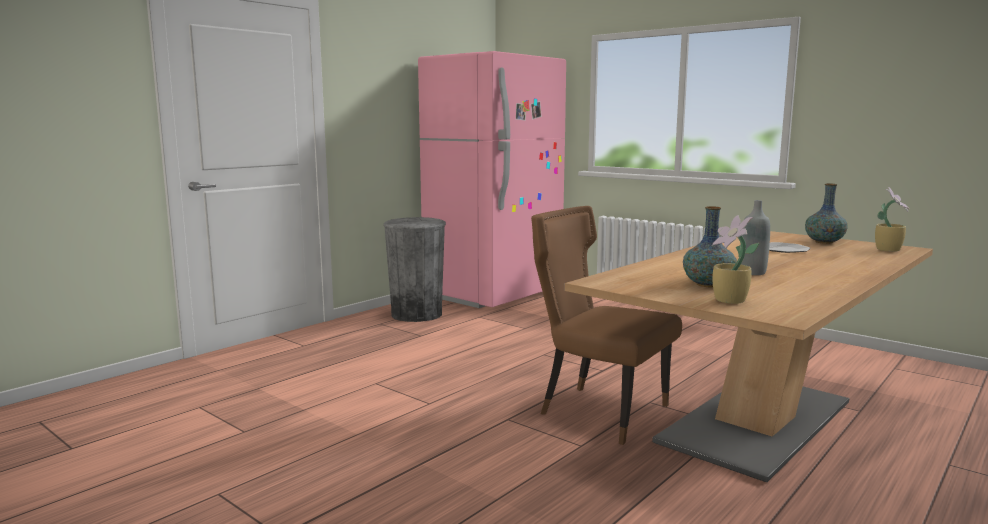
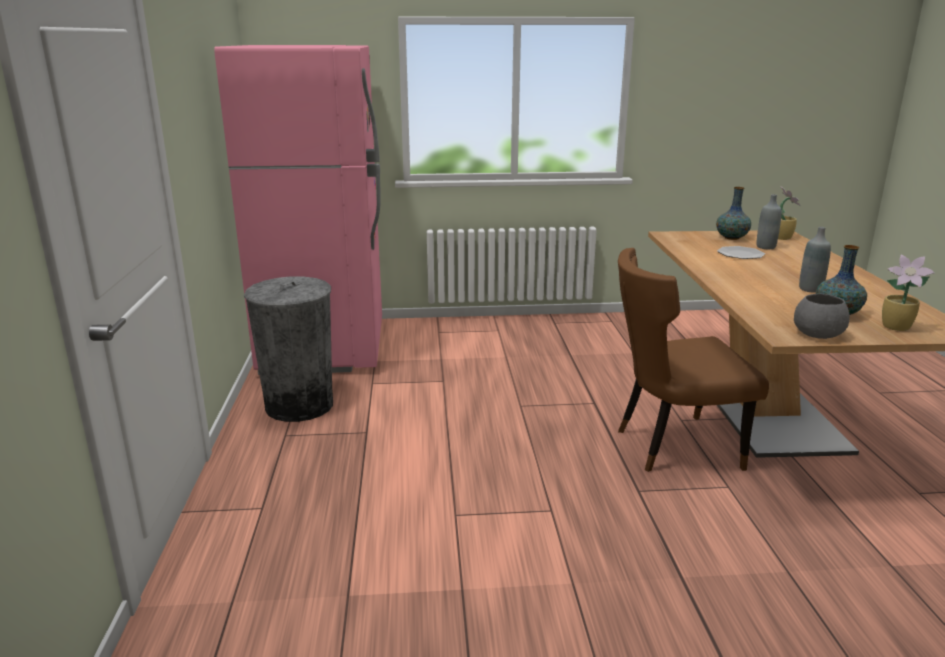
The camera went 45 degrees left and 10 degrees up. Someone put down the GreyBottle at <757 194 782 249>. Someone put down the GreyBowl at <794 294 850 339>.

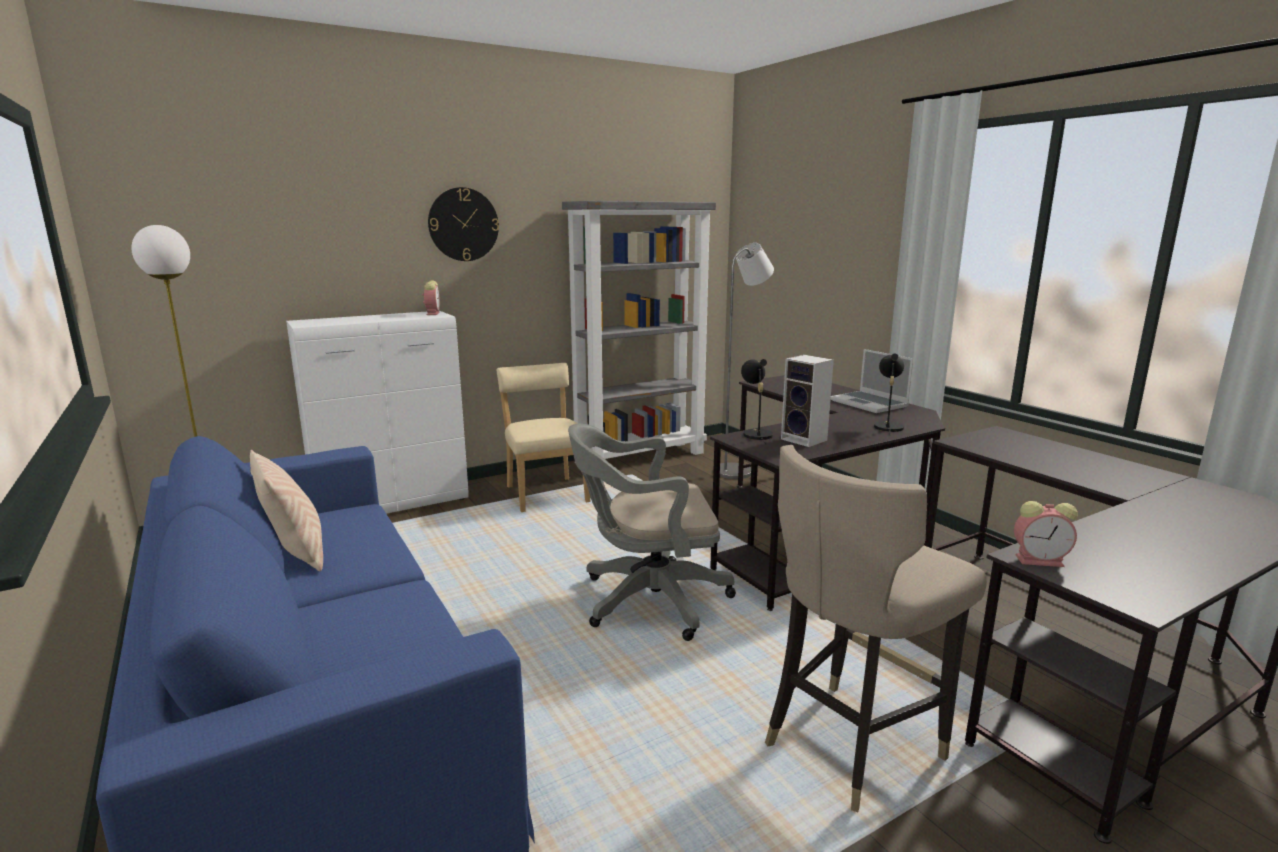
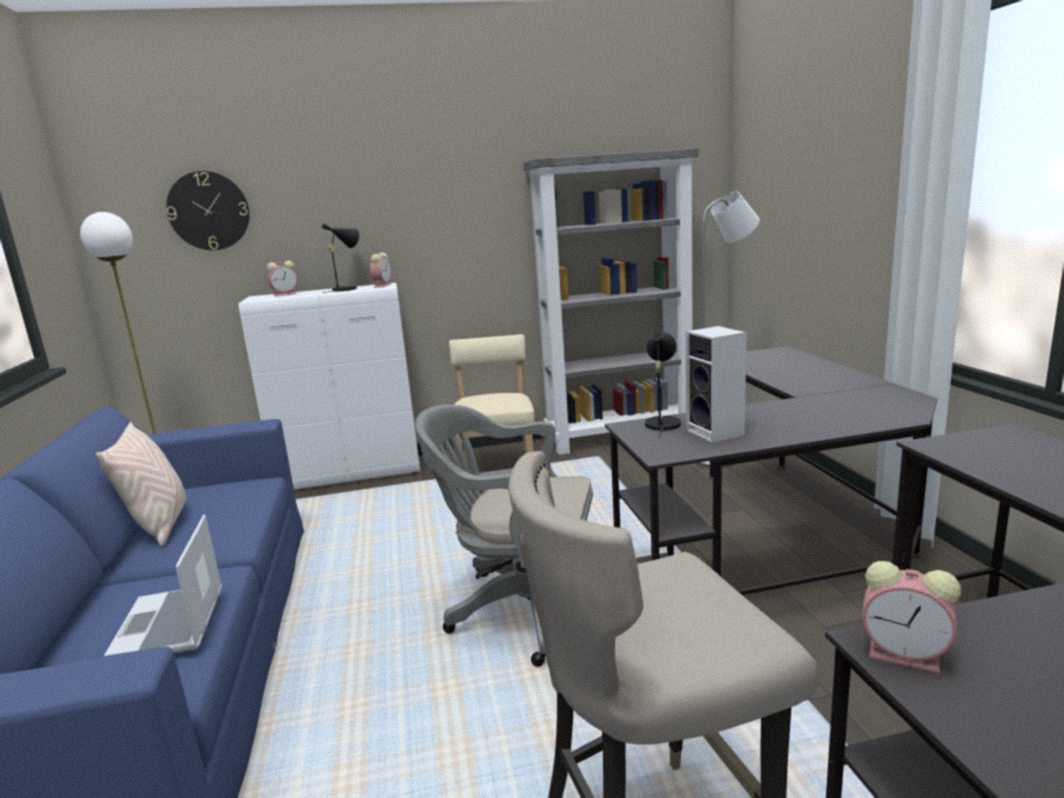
The camera went 20 degrees right and 0 degrees up. Someone carried the WallClock from <428 187 499 261> to <166 171 250 250>. Someone carried the Laptop from <831 349 913 413> to <104 515 222 656>. Someone carried the BlackTableLamp from <874 353 904 436> to <322 223 359 293>. Someone put down the AlarmClock at <267 261 297 297>.

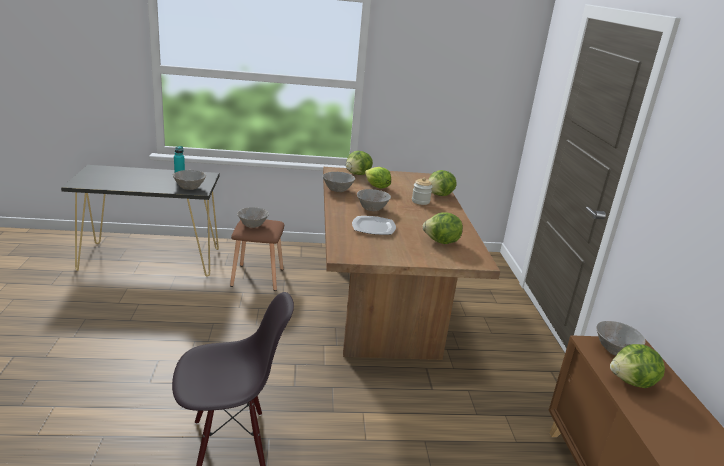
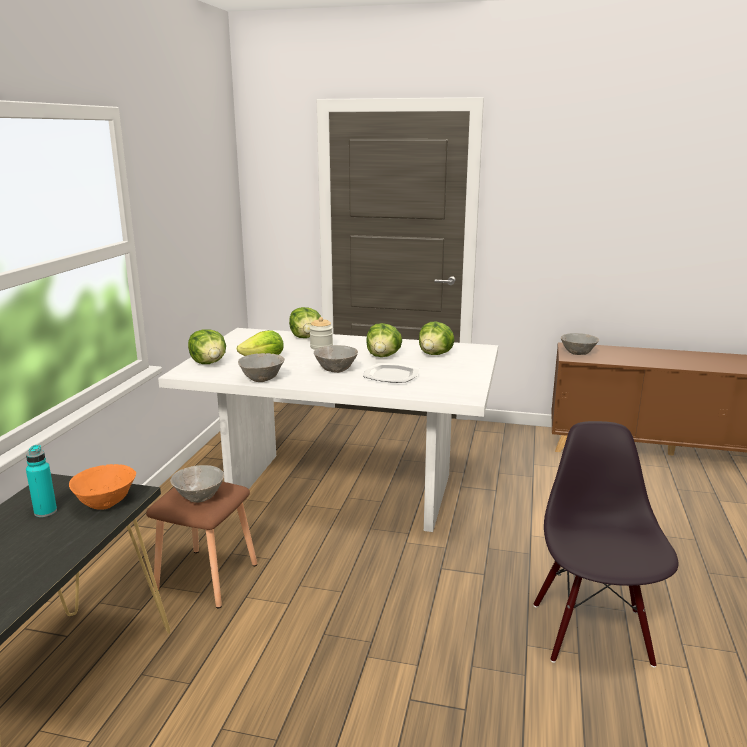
The camera went 70 degrees left and 5 degrees down. Someone repainted the GreyBowl at <173 170 206 190>, which became the OrangeBowl at <69 464 136 510>. Someone repainted the BrownDiningTable at <323 167 500 360>, which became the WhiteDiningTable at <158 328 498 532>. Someone carried the Lettuce from <610 344 665 388> to <366 323 402 357>.

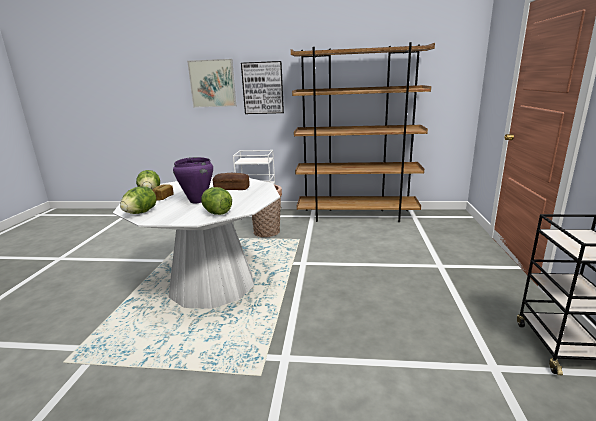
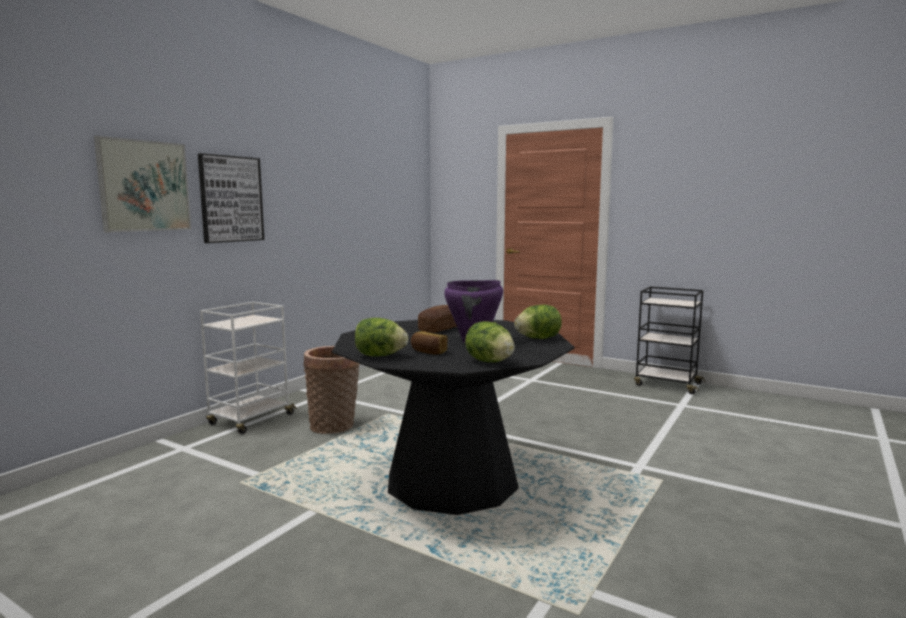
The camera went 65 degrees left and 10 degrees down. Someone repainted the WhiteDiningTable at <113 177 280 309>, which became the BlackDiningTable at <332 320 575 515>. Someone took away the BrownBookcase at <291 42 435 222>.

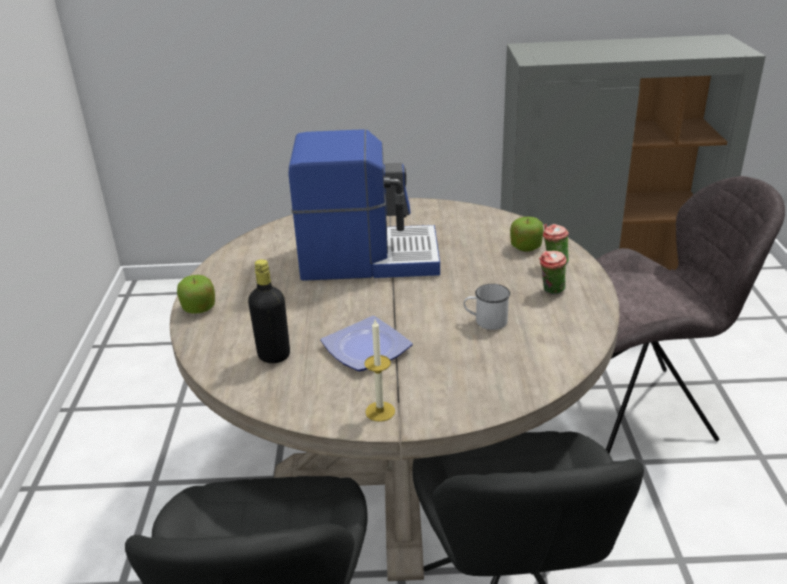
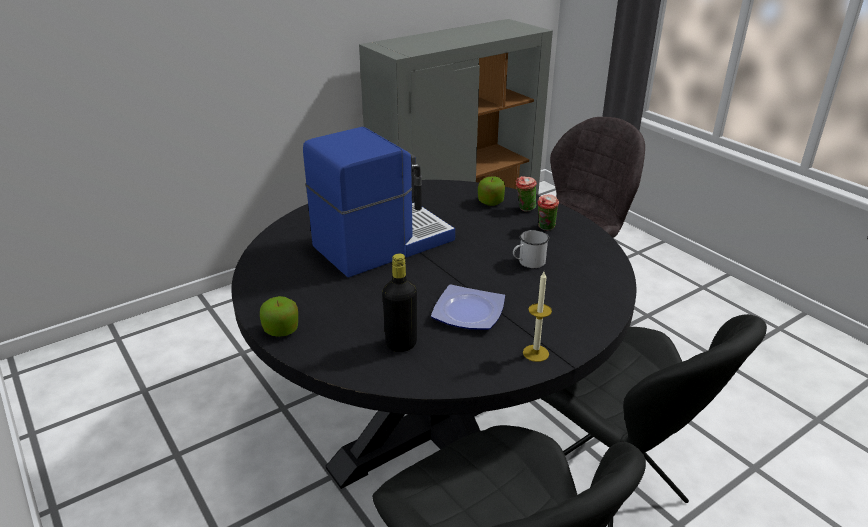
The camera went 35 degrees left and 0 degrees up. Someone repainted the BeigeDiningTable at <170 198 620 581>, which became the BlackDiningTable at <231 180 636 489>.

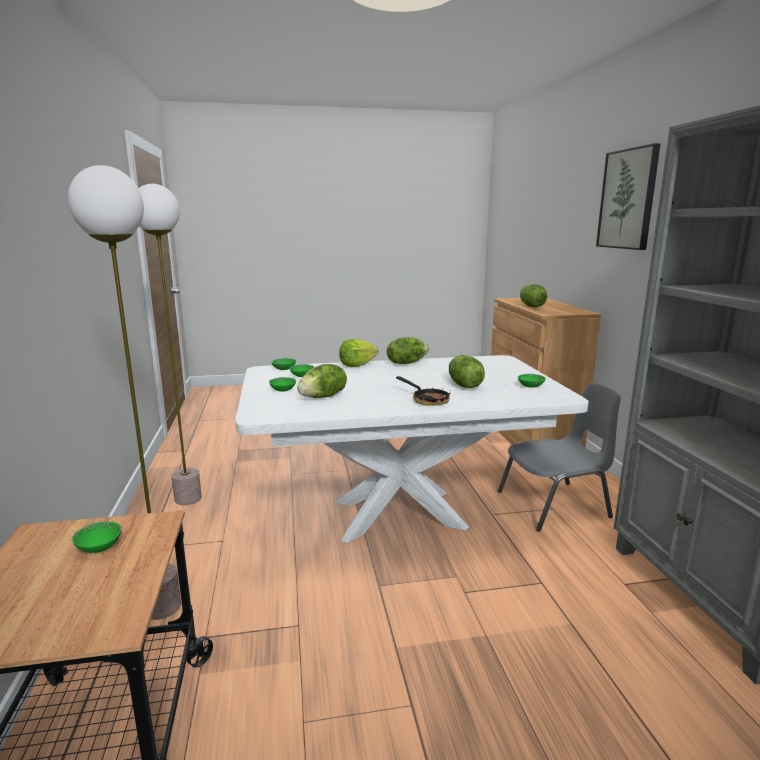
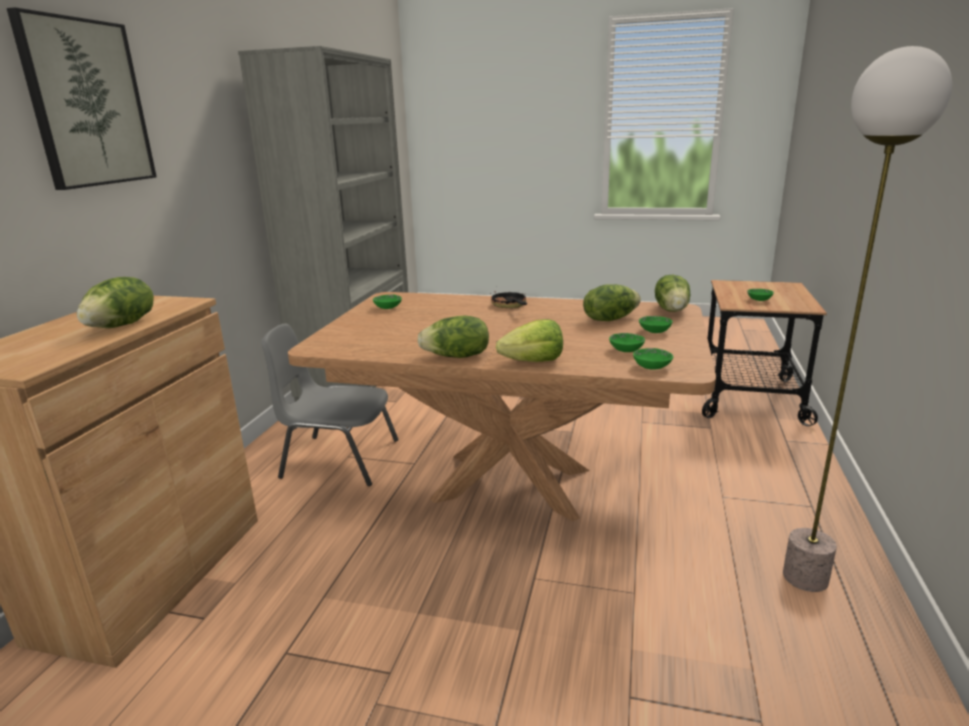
The camera went 155 degrees left and 5 degrees up. Someone took away the FloorLamp at <68 165 181 620>. Someone repainted the WhiteDiningTable at <235 355 589 543>, which became the BrownDiningTable at <288 292 716 521>. Someone carried the Lettuce from <449 355 485 388> to <655 274 691 312>.

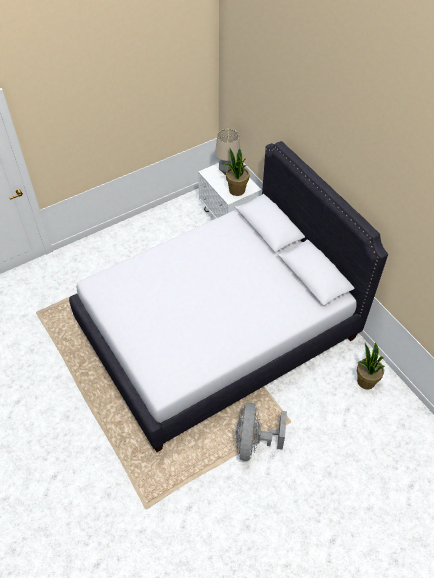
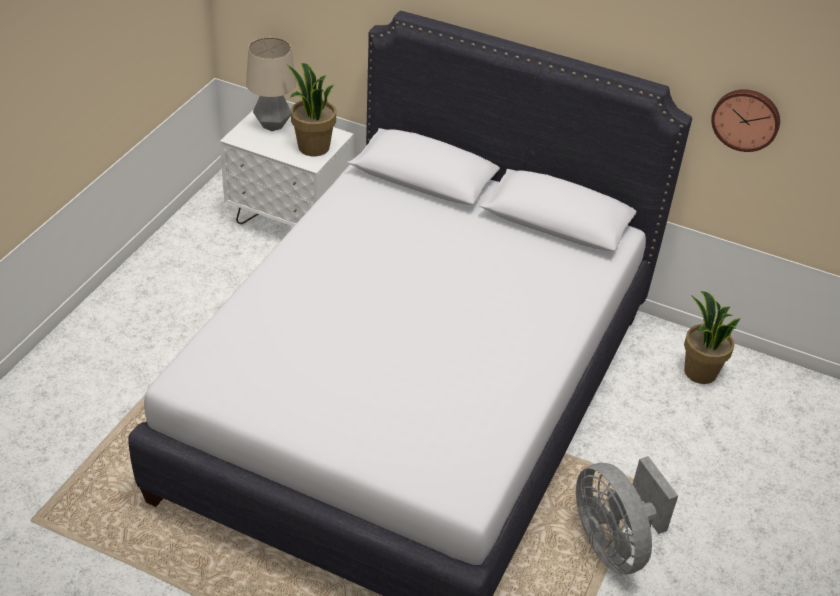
The camera went 35 degrees left and 10 degrees down. Someone put up the WallClock at <711 89 780 152>.

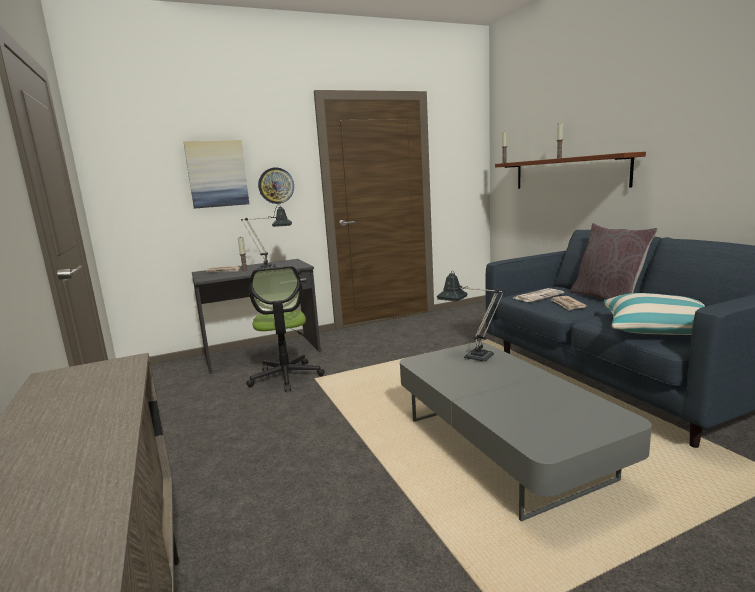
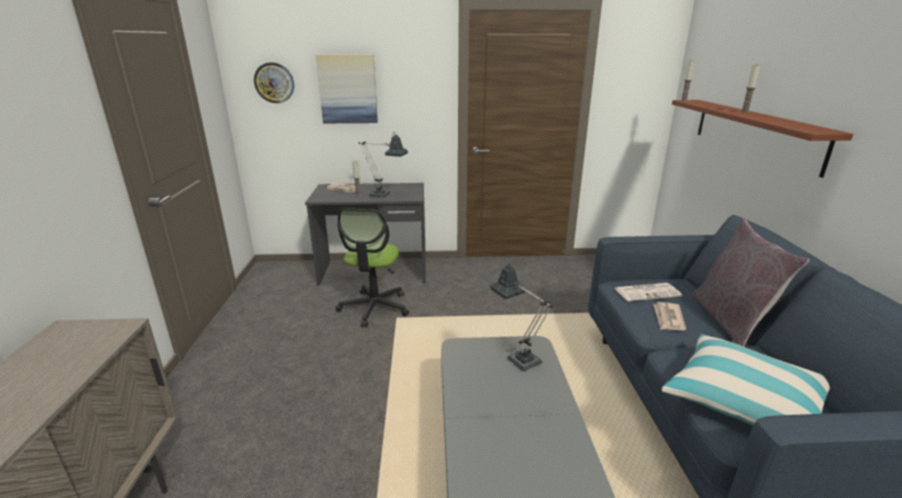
The camera went 20 degrees right and 10 degrees up. Someone carried the WallClock from <258 167 294 204> to <254 62 294 103>.

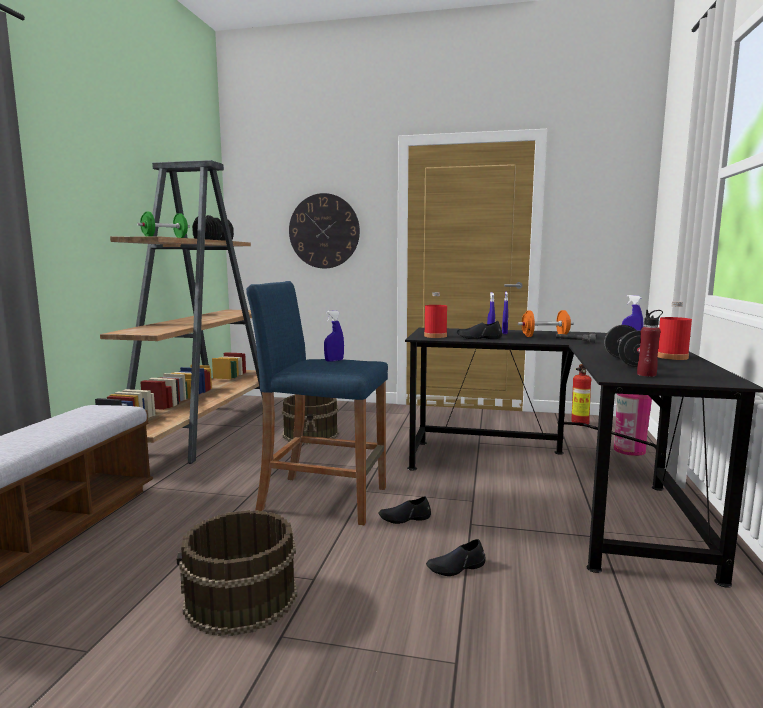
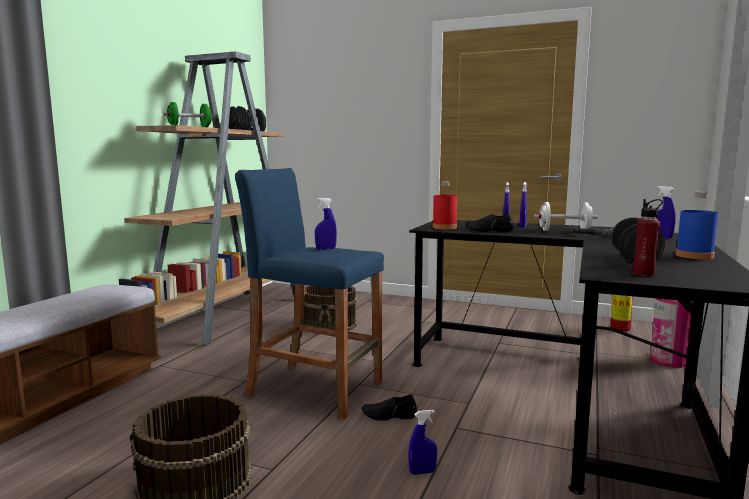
The camera went 10 degrees right and 0 degrees up. Someone took away the WallClock at <289 193 360 268>. Someone swapped the BlackShoe at <426 539 485 576> for the BlueSprayBottle at <408 410 437 475>. Someone repainted the OrangeDumbbell at <518 310 574 337>, which became the WhiteDumbbell at <534 202 598 231>. Someone repainted the RedBottle at <658 301 692 360>, which became the BlueBottle at <675 192 718 259>.

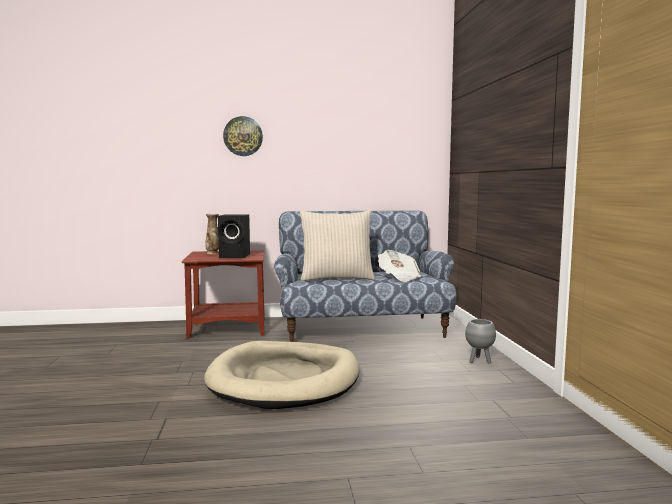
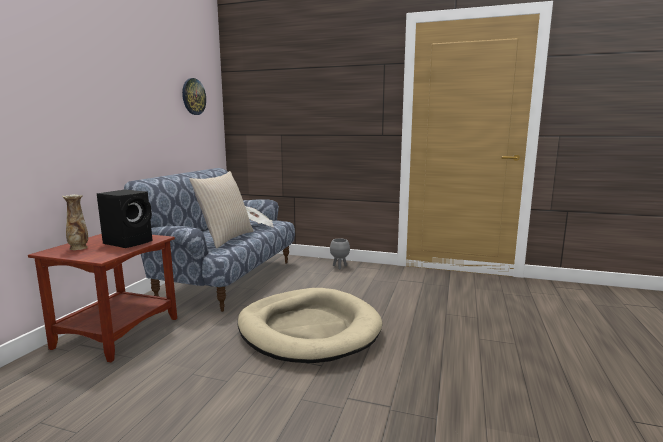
The camera went 65 degrees left and 5 degrees up. Someone carried the WallClock from <223 116 263 156> to <182 78 206 115>.

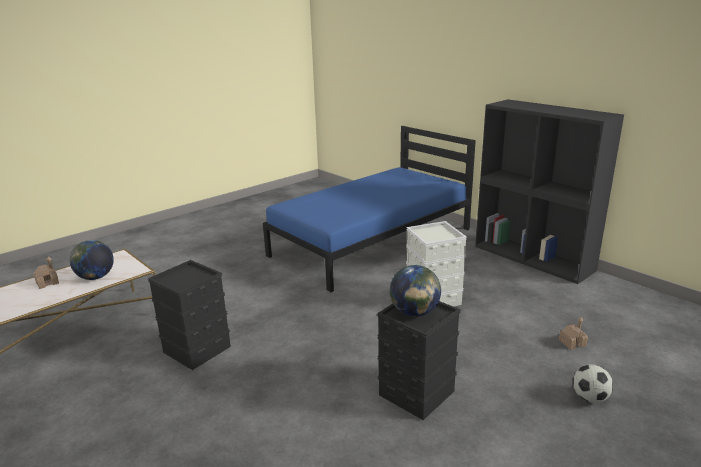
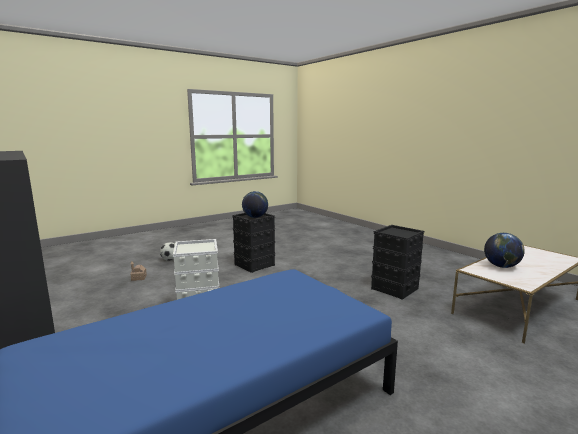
The camera went 175 degrees left and 10 degrees down. Someone took away the ToyHouse at <34 257 59 289>.

